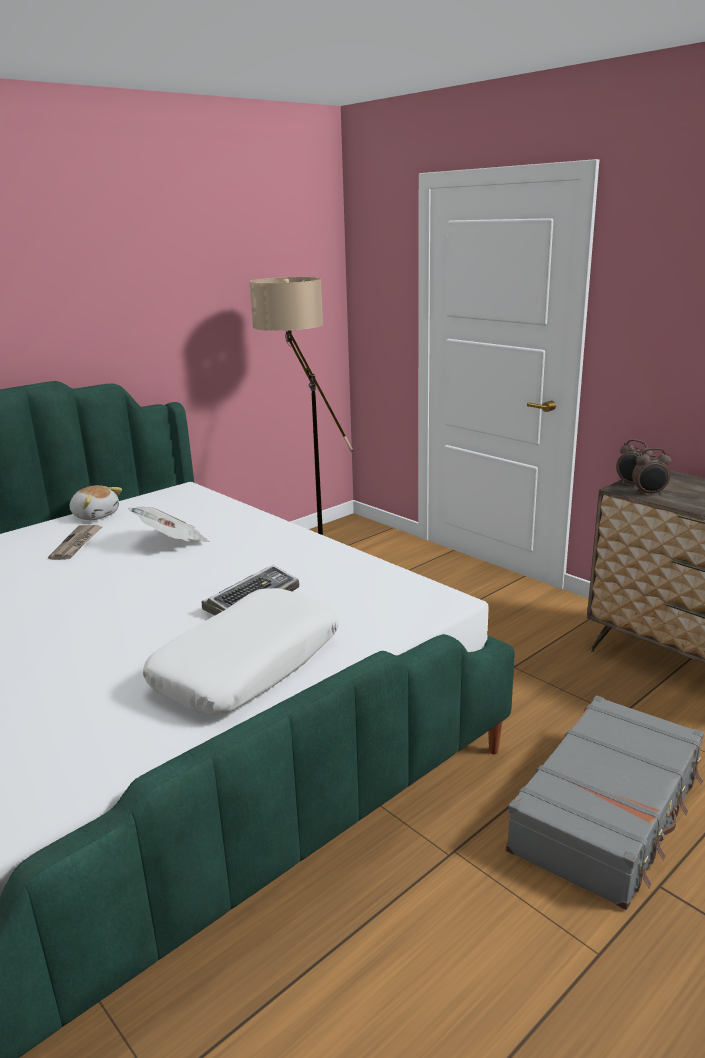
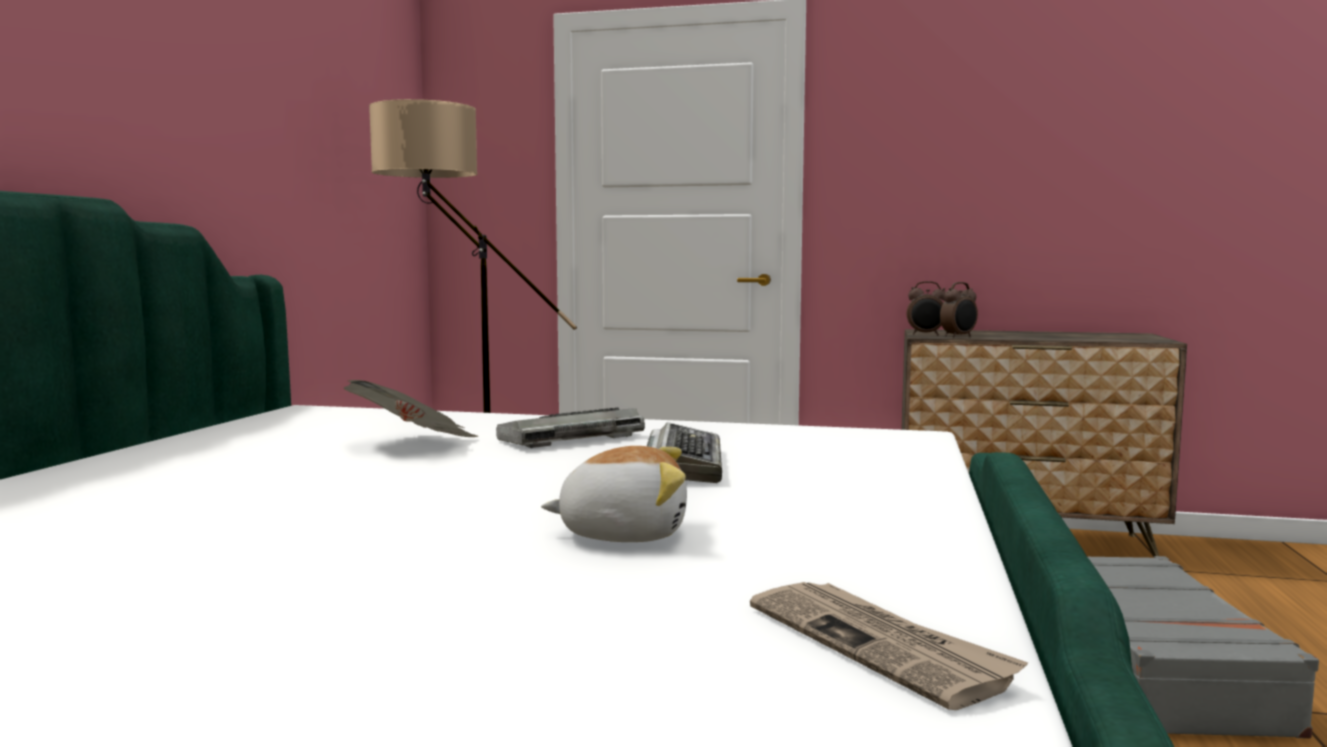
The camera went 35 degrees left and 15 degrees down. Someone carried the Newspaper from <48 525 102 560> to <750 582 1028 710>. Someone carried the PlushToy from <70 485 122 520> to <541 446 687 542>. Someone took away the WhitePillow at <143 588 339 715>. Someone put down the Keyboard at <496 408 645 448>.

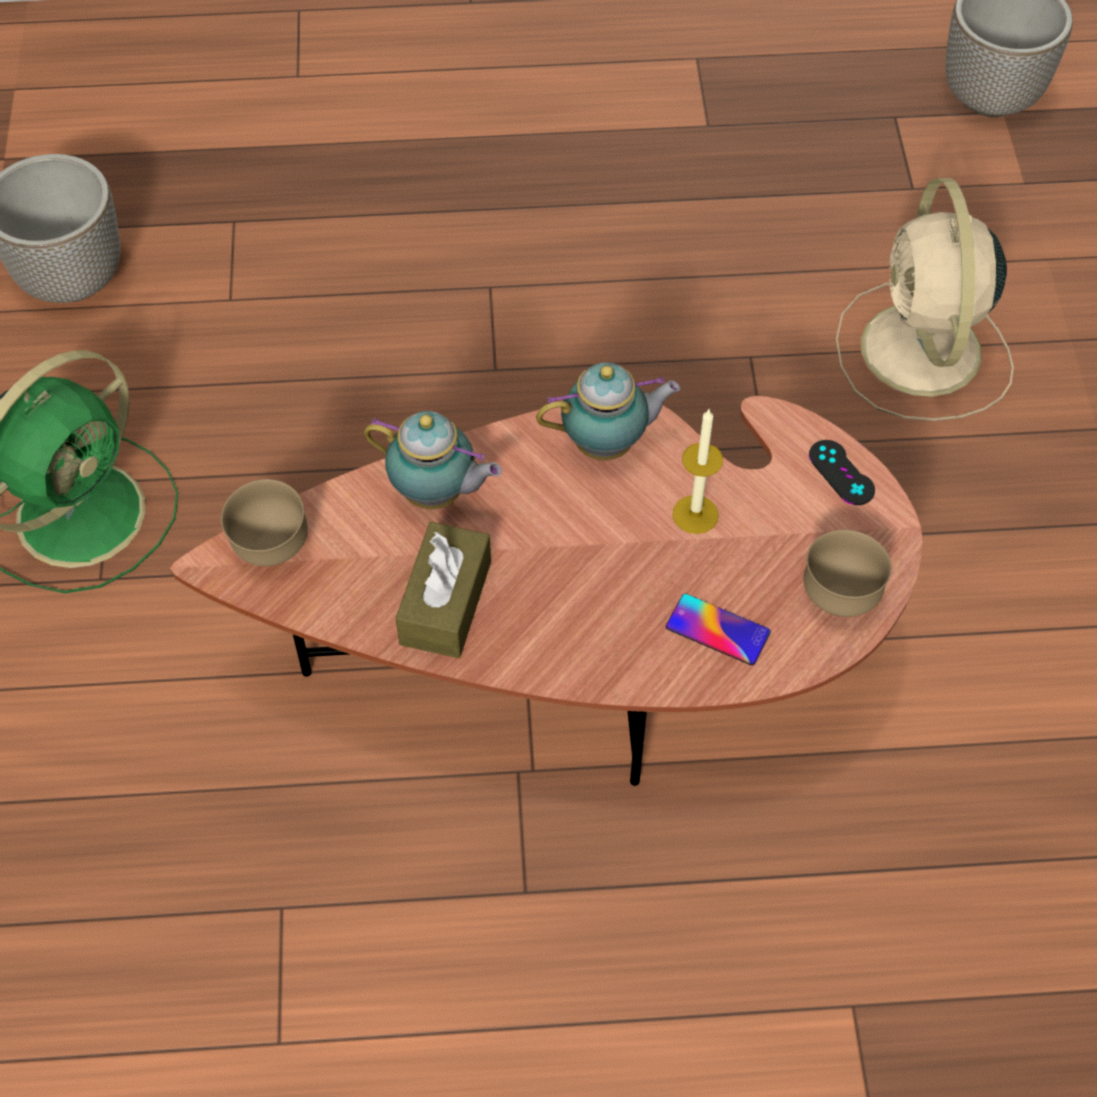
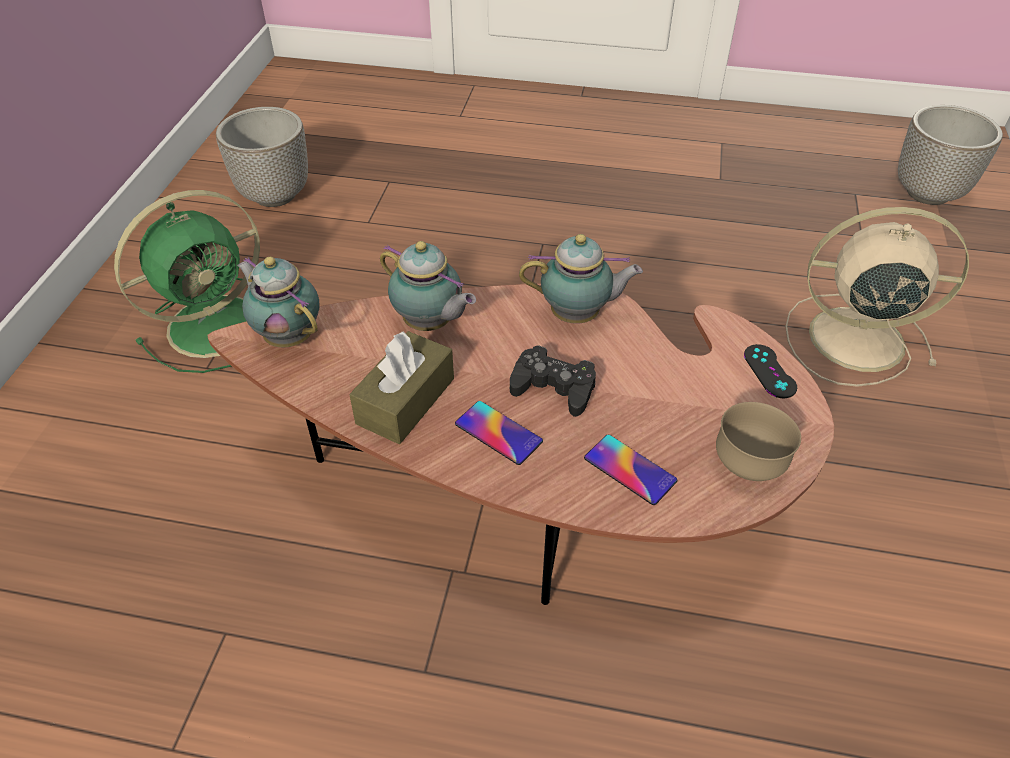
The camera went 15 degrees right and 10 degrees down. Someone swapped the BrownBowl at <221 479 308 566> for the Teapot at <237 257 320 348>. Someone took away the Candle at <672 409 723 534>. Someone rotated the BeigeFan at <836 178 1014 421> by 90 degrees clockwise. Someone put down the Phone at <455 401 543 465>. Someone put down the BlackGameController at <510 345 596 417>.

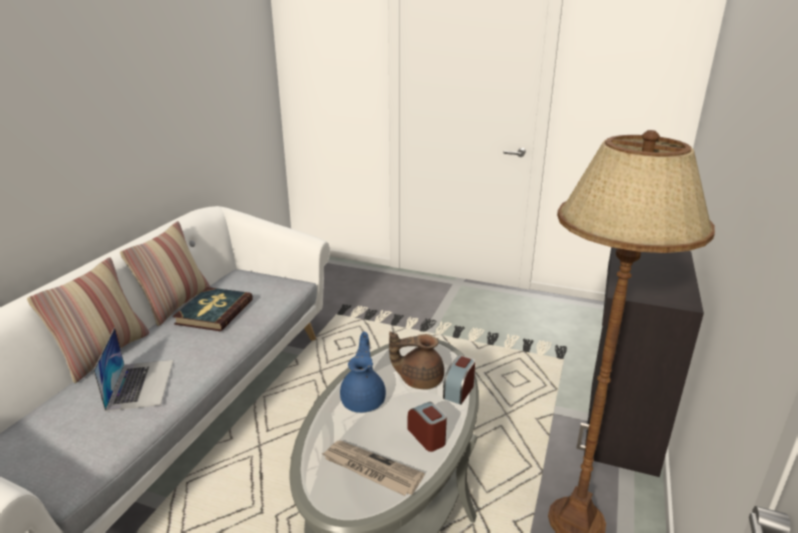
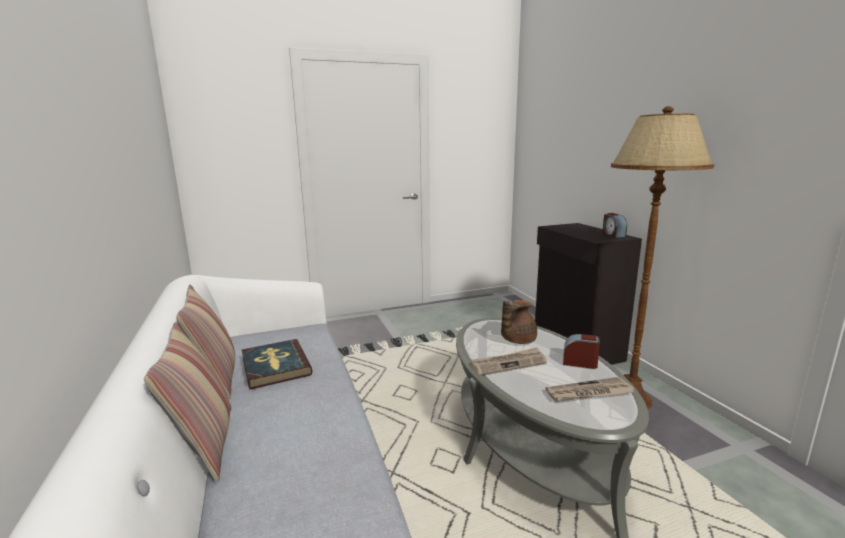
The camera went 40 degrees left and 10 degrees down. Someone took away the Laptop at <93 327 173 411>. Someone swapped the BlueTeapot at <340 332 386 413> for the Newspaper at <470 347 547 376>. Someone carried the AlarmClock from <443 355 475 405> to <602 213 627 238>.

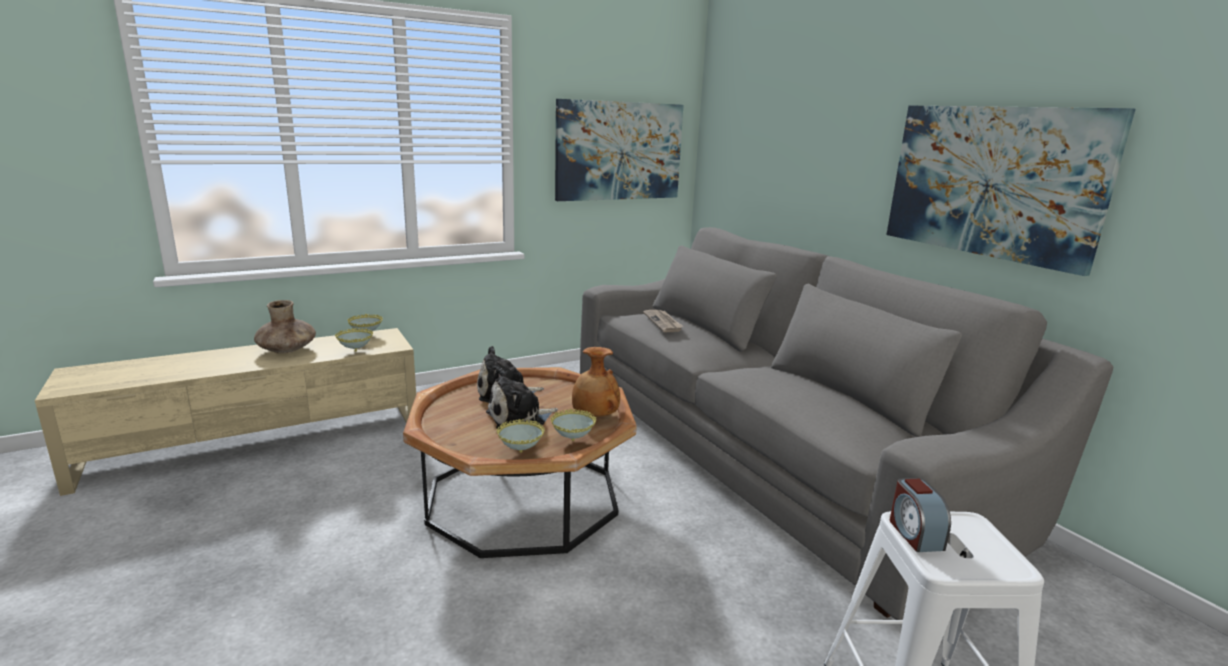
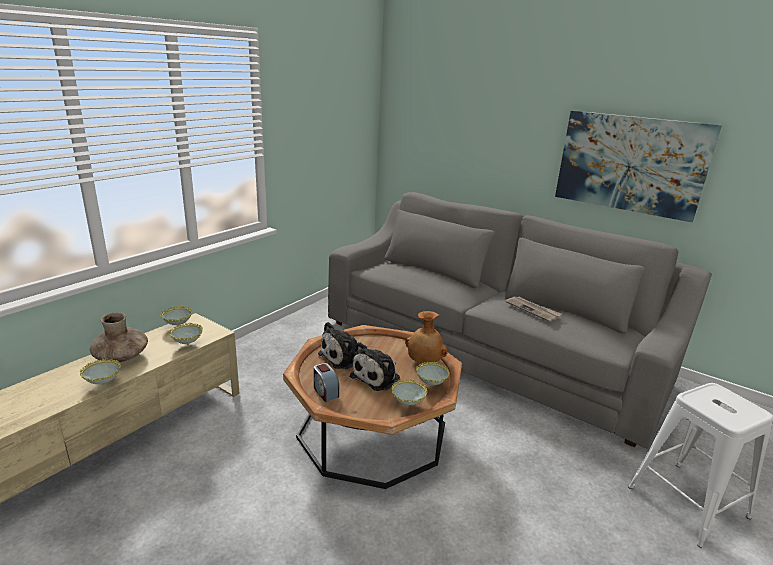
The camera went 25 degrees left and 5 degrees up. Someone took away the Picture at <555 99 684 201>. Someone carried the Newspaper from <643 310 683 332> to <505 296 562 322>. Someone carried the AlarmClock from <890 478 951 552> to <314 363 339 402>. Someone put down the Bowl at <80 359 121 385>.

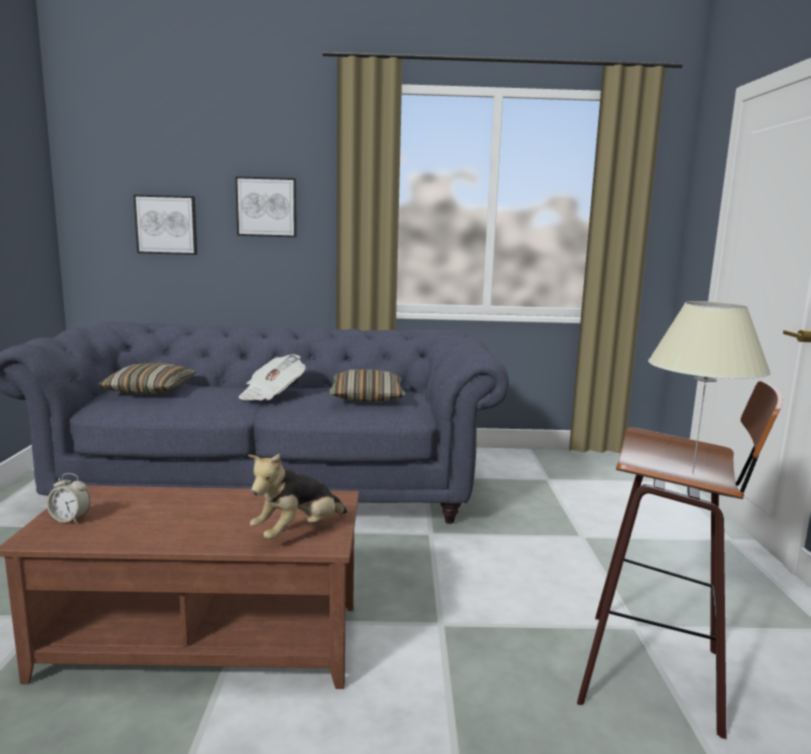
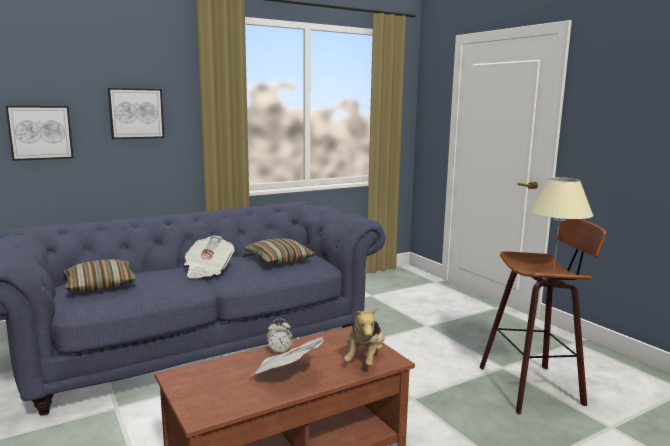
The camera went 30 degrees left and 0 degrees up. Someone carried the AlarmClock from <47 473 90 524> to <267 319 293 353>. Someone put down the Newspaper at <251 336 324 376>.

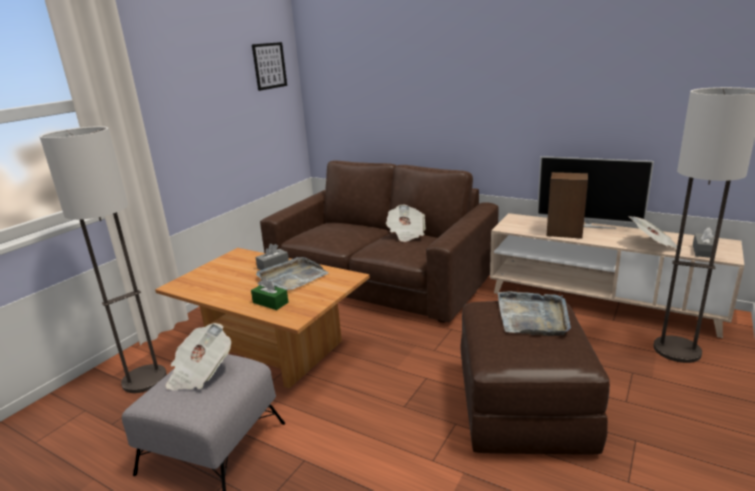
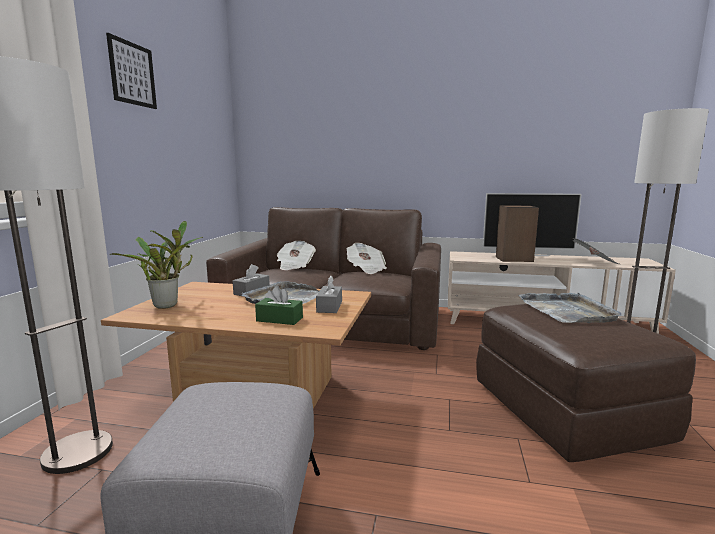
The camera went 20 degrees left and 10 degrees down. Someone carried the Newspaper from <166 323 231 390> to <277 241 316 270>. Someone carried the Picture from <252 42 287 91> to <106 33 157 109>. Someone carried the GreyTissueBox from <693 227 714 258> to <316 276 342 313>. Someone put down the PottedPlant at <109 221 203 308>.

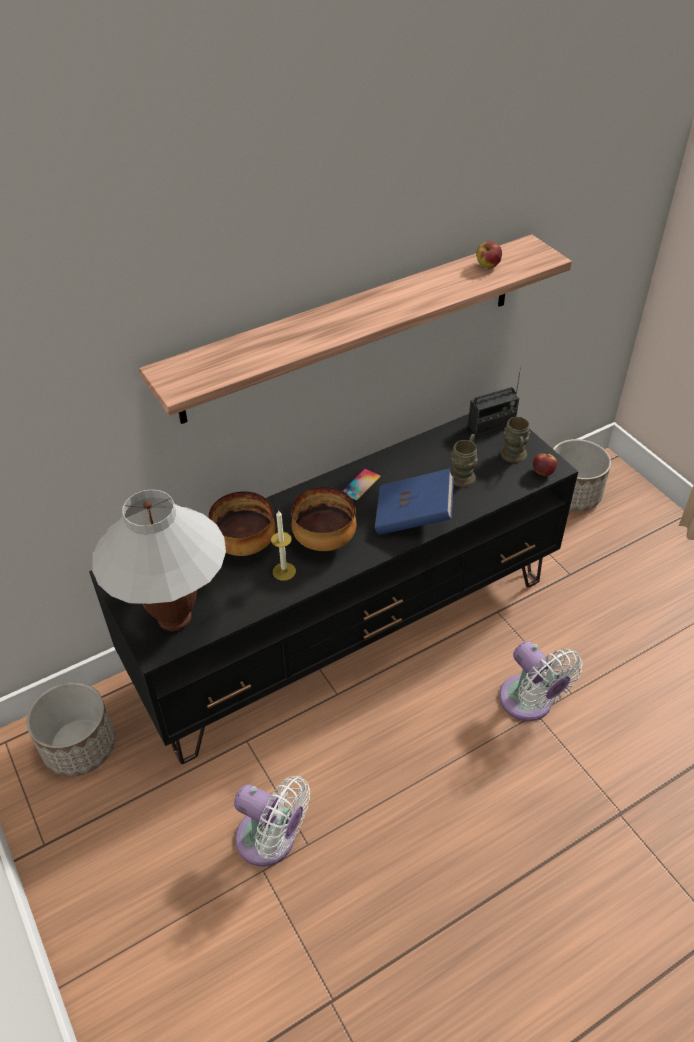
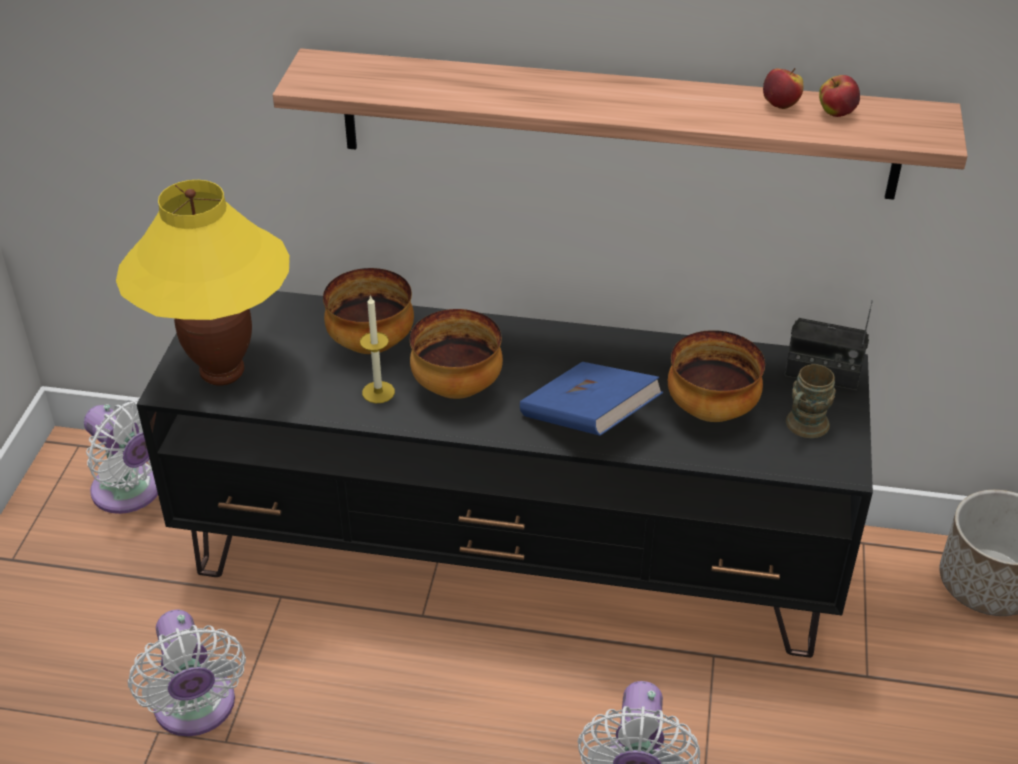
The camera went 40 degrees right and 5 degrees down. Someone swapped the Planter at <26 682 115 777> for the WhiteFan at <84 398 158 514>. Someone repainted the WhiteTableLamp at <92 489 226 631>, which became the YellowTableLamp at <116 180 290 386>. Someone took away the Phone at <342 469 381 502>. Someone swapped the BrownMug at <450 434 478 487> for the Bowl at <668 330 765 422>. Someone carried the Apple from <533 452 557 476> to <763 68 803 109>.

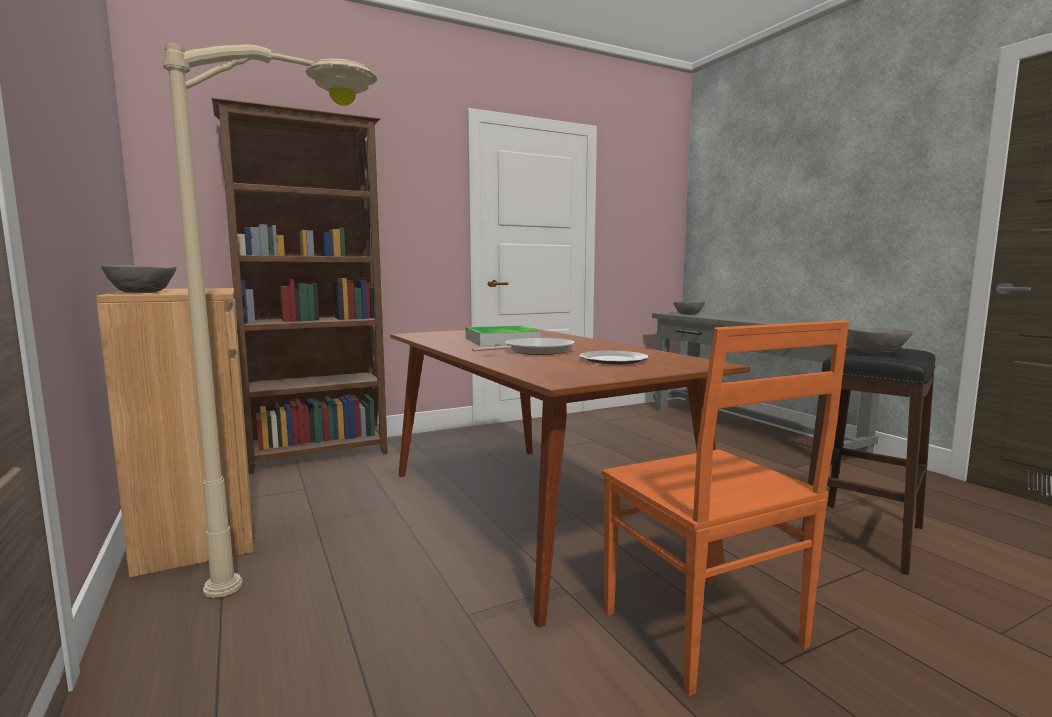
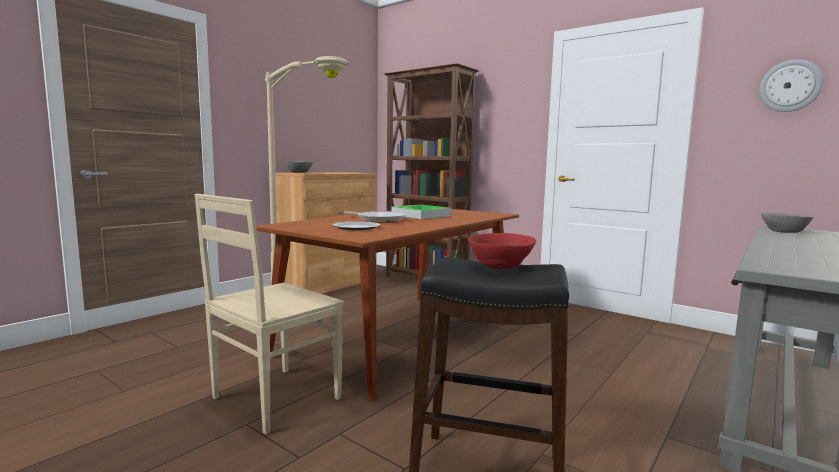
The camera went 65 degrees right and 0 degrees up. Someone repainted the OrangeChair at <602 320 849 696>, which became the BeigeChair at <195 194 344 434>. Someone repainted the GreyBowl at <847 325 913 354>, which became the RedBowl at <468 233 536 269>. Someone put up the WallClock at <759 60 823 112>.

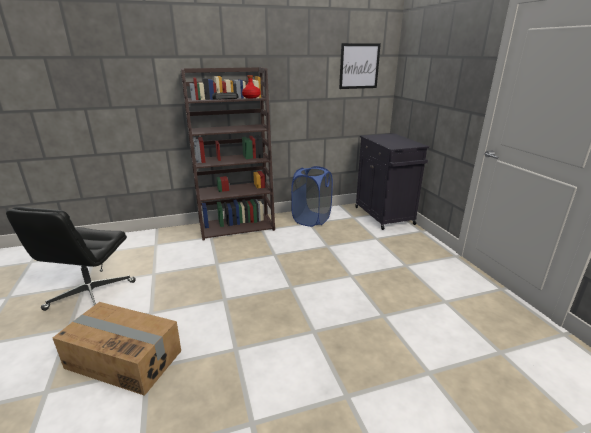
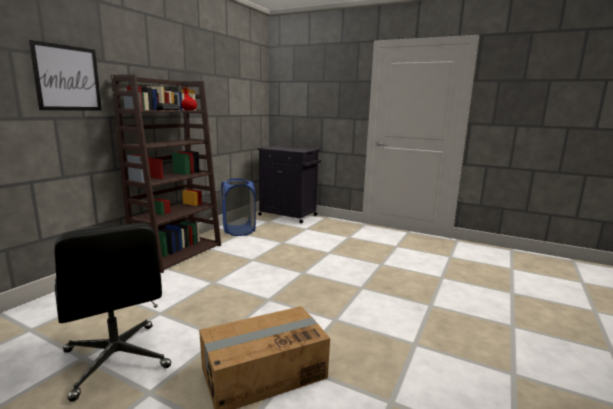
The camera went 45 degrees left and 10 degrees down. Someone carried the Picture from <339 43 381 89> to <29 40 102 111>.

